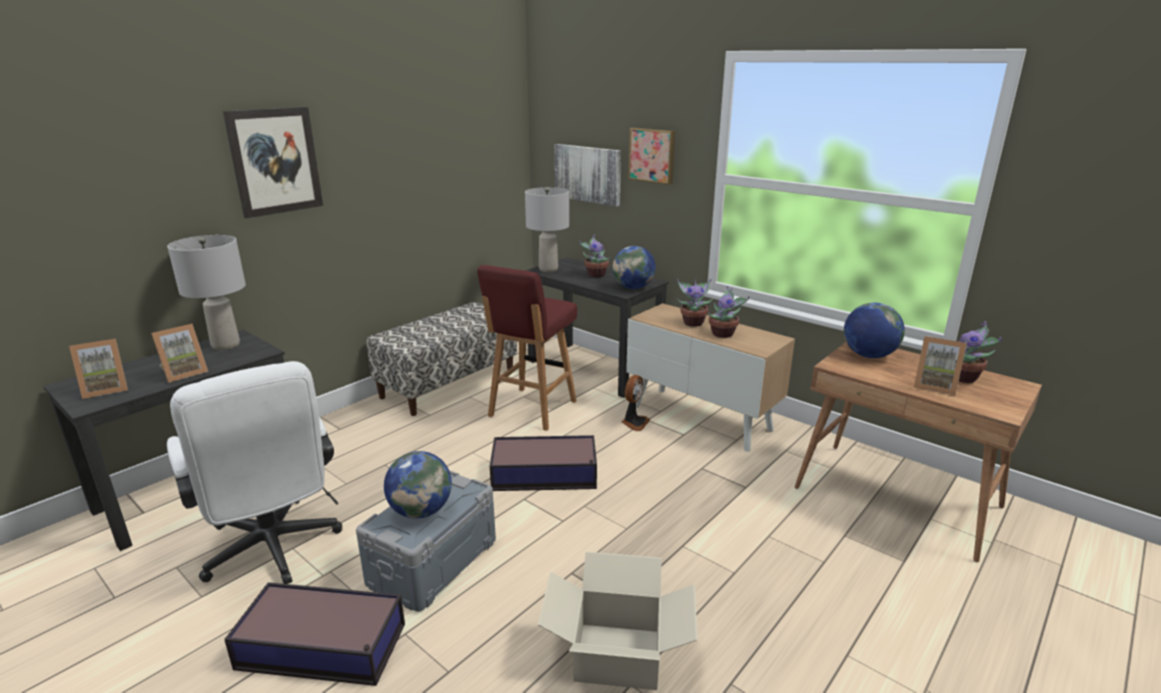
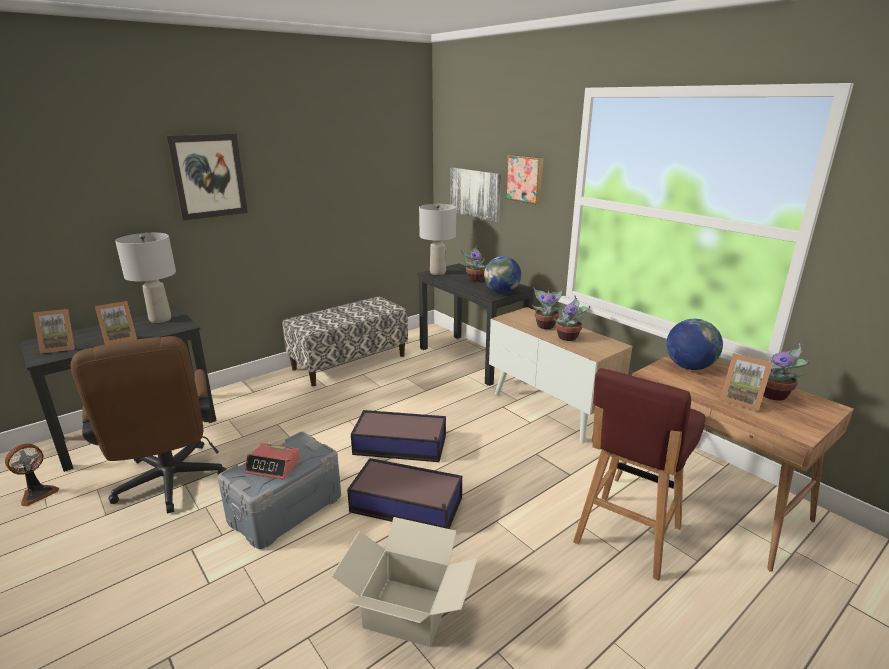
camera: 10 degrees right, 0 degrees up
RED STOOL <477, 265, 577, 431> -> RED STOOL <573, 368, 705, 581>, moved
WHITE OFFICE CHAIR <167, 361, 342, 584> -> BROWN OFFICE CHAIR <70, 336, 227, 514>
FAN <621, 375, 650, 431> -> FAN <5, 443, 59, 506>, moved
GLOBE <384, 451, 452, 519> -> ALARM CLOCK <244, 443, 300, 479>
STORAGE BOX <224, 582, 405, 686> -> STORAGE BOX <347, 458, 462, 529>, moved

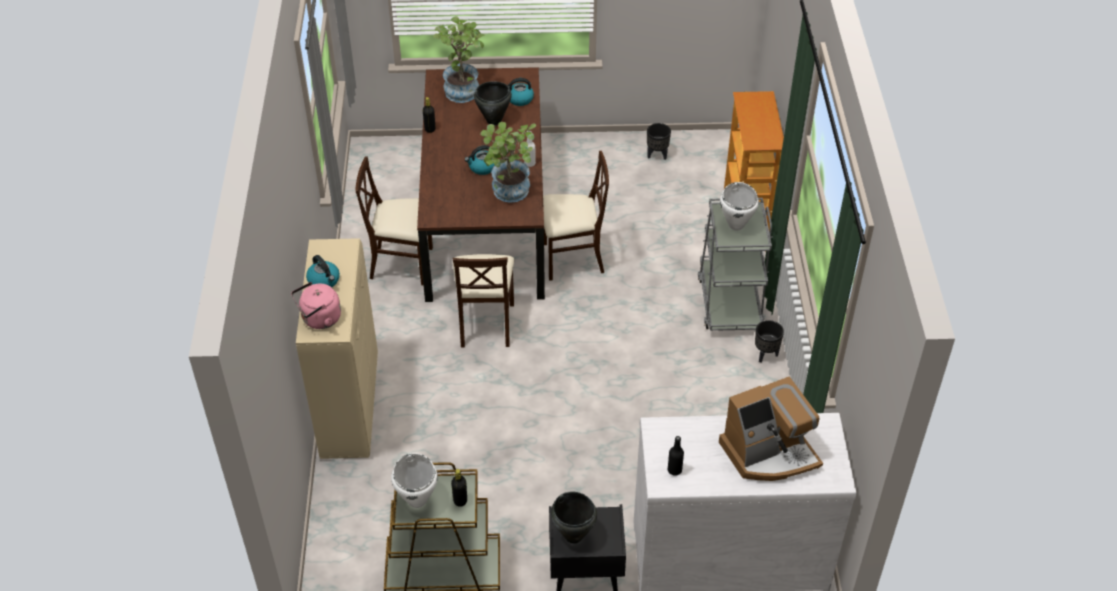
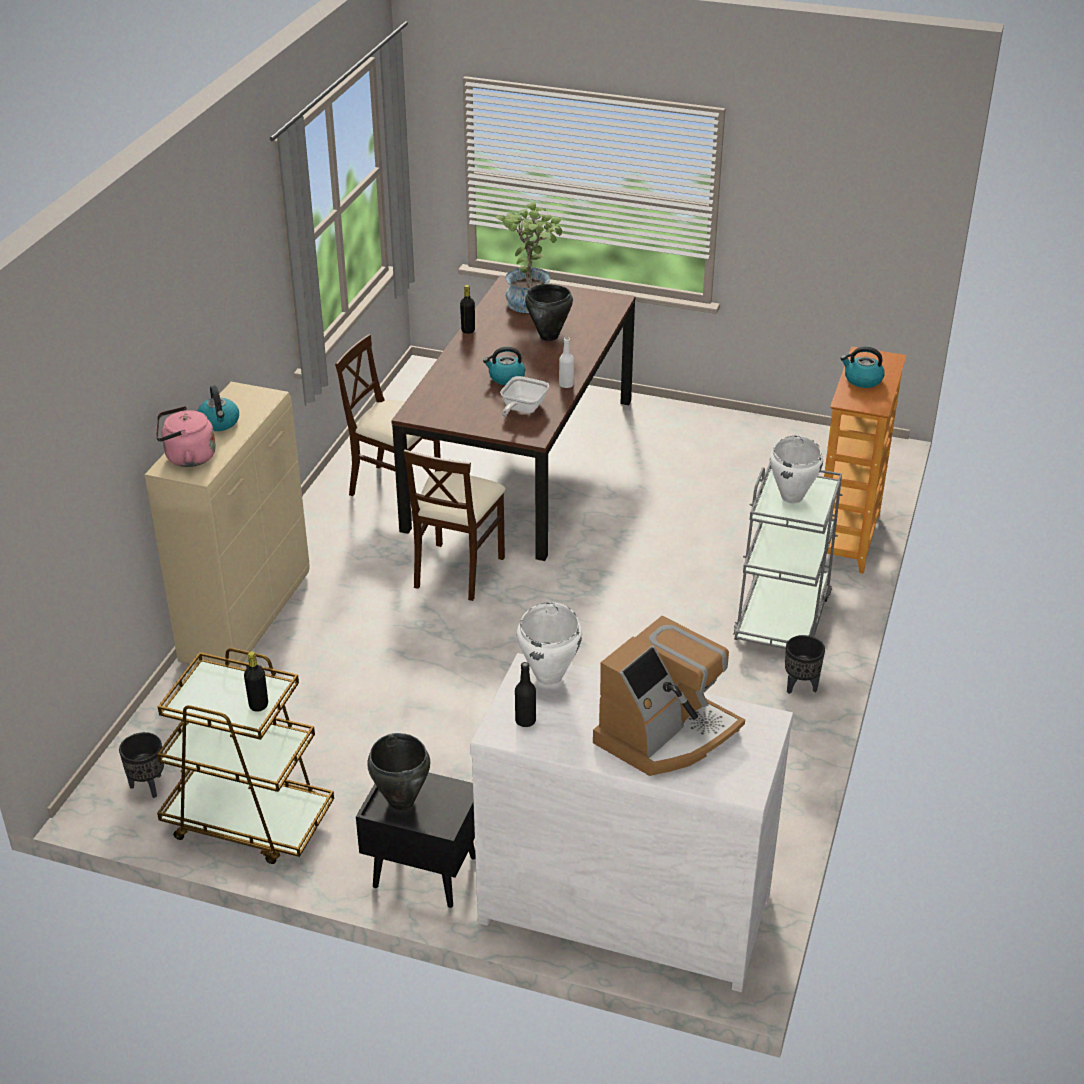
camera: 20 degrees right, 10 degrees down
KETTLE <508, 78, 534, 106> -> KETTLE <840, 347, 885, 388>, moved
POTTED PLANT <480, 122, 536, 203> -> FRYING PAN <500, 376, 549, 417>
BLACK PLANTER <647, 123, 671, 160> -> BLACK PLANTER <119, 732, 164, 798>, moved
BEIGE CHAIR <543, 151, 609, 281> -> none
COFFEE MACHINE <719, 377, 823, 481> -> COFFEE MACHINE <593, 616, 745, 776>, 45 degrees counterclockwise
WHITE COOKING POT <391, 453, 438, 508> -> WHITE COOKING POT <517, 602, 582, 685>, moved

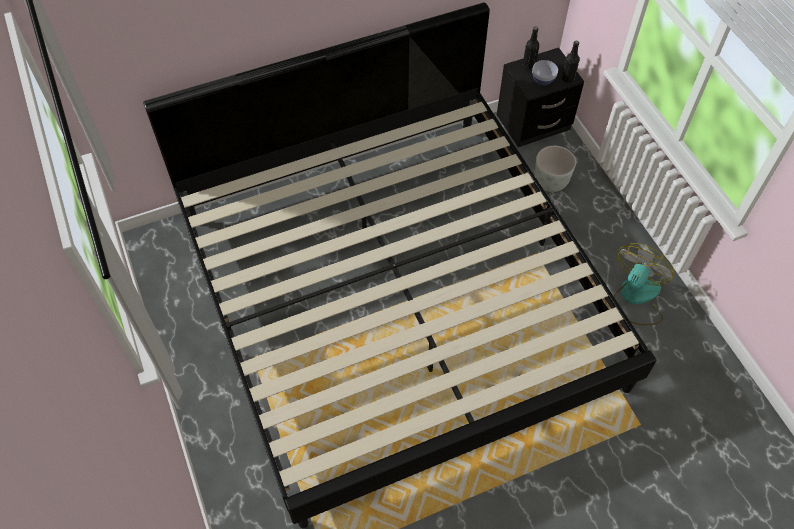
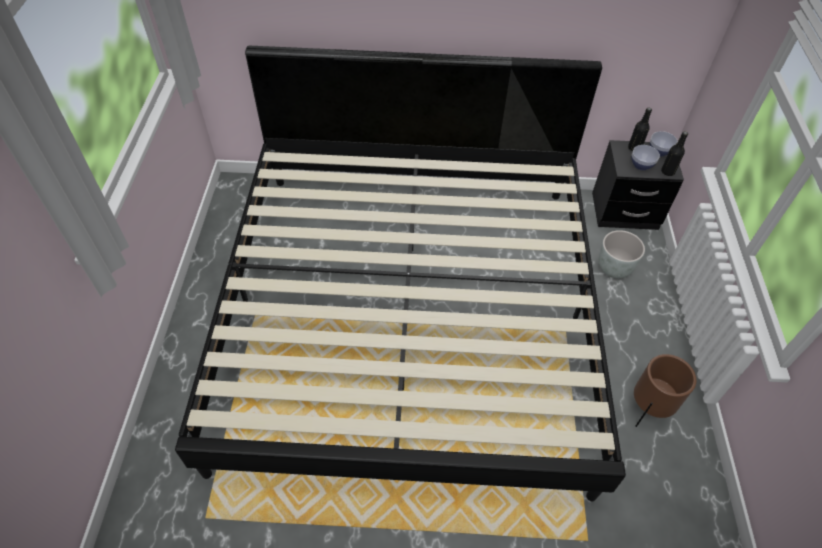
camera: 25 degrees right, 5 degrees down
FAN <614, 243, 673, 325> -> BROWN PLANTER <634, 354, 696, 427>
none -> BOWL <650, 131, 678, 156>

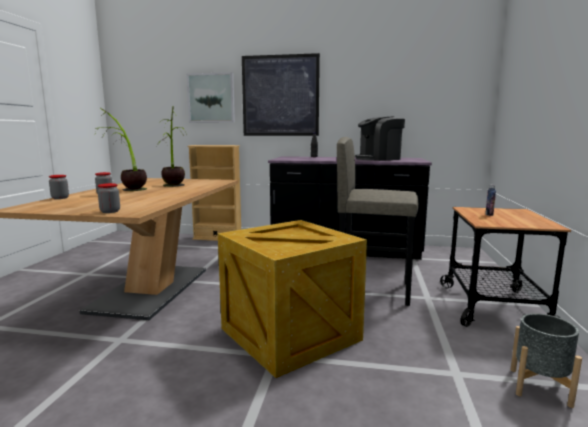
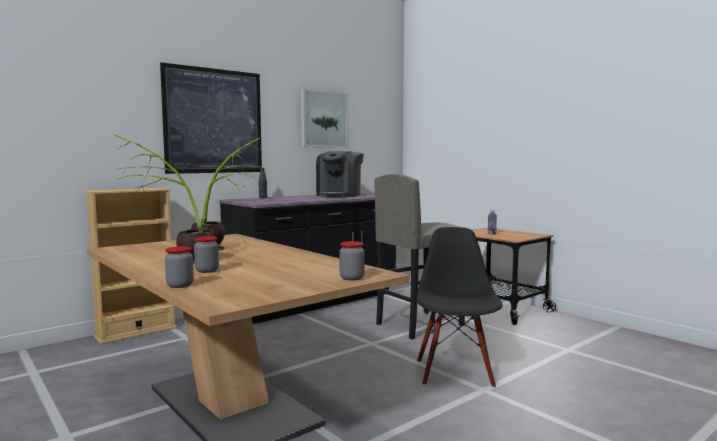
camera: 50 degrees left, 5 degrees down
PICTURE <186, 72, 235, 123> -> PICTURE <301, 88, 349, 148>, moved
CRATE <218, 220, 367, 378> -> BLACK CHAIR <416, 227, 503, 388>
GREY PLANTER <511, 313, 582, 408> -> none

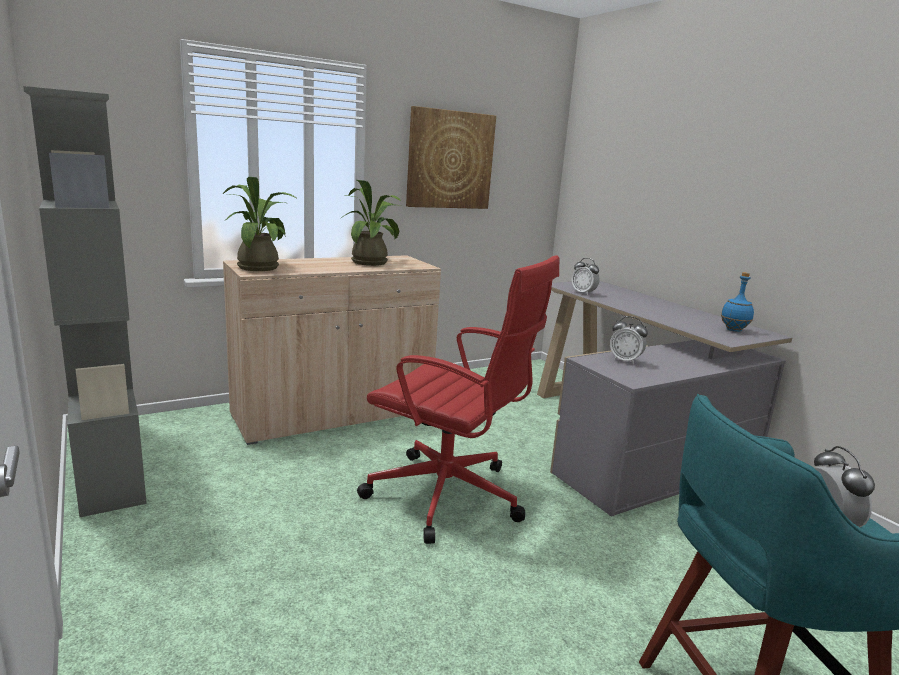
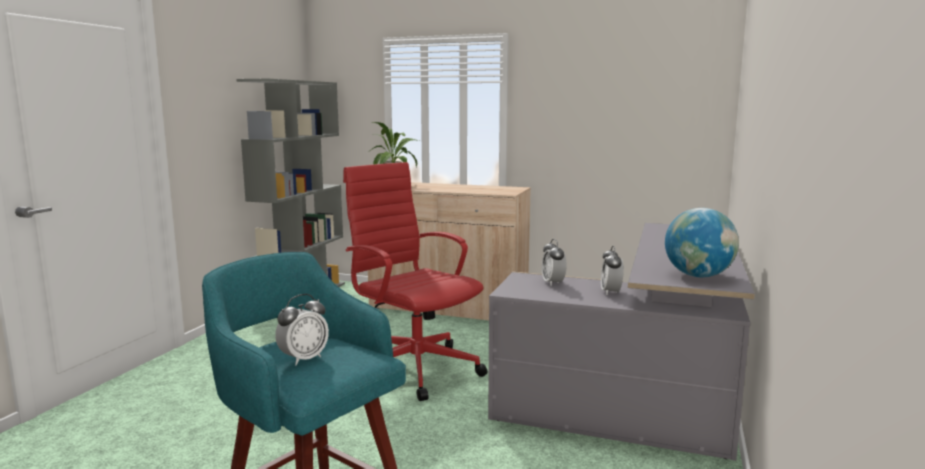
camera: 50 degrees right, 5 degrees down
PICTURE <406, 106, 496, 209> -> none
POTTED PLANT <341, 180, 401, 266> -> none
RED OFFICE CHAIR <357, 255, 560, 544> -> RED OFFICE CHAIR <343, 162, 488, 401>, 150 degrees clockwise
ALARM CLOCK <572, 258, 600, 295> -> ALARM CLOCK <601, 246, 624, 295>, moved
BLUE BOTTLE <721, 272, 754, 332> -> GLOBE <665, 208, 739, 277>

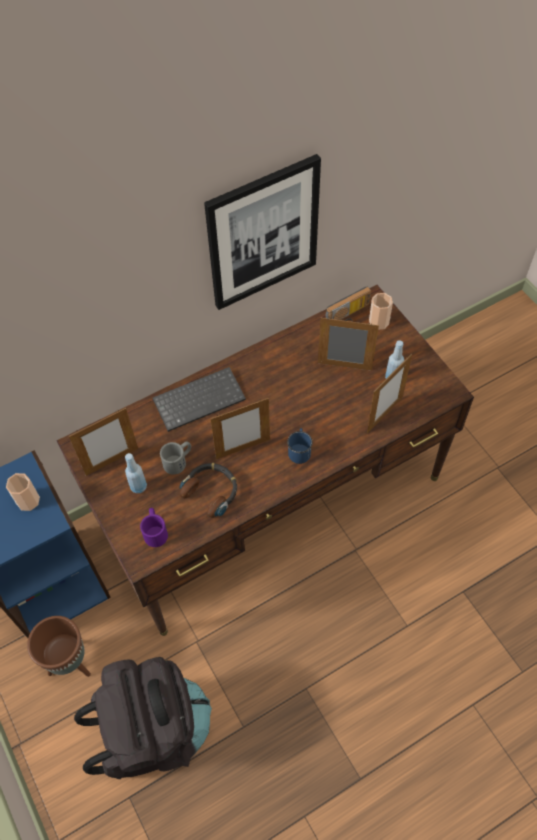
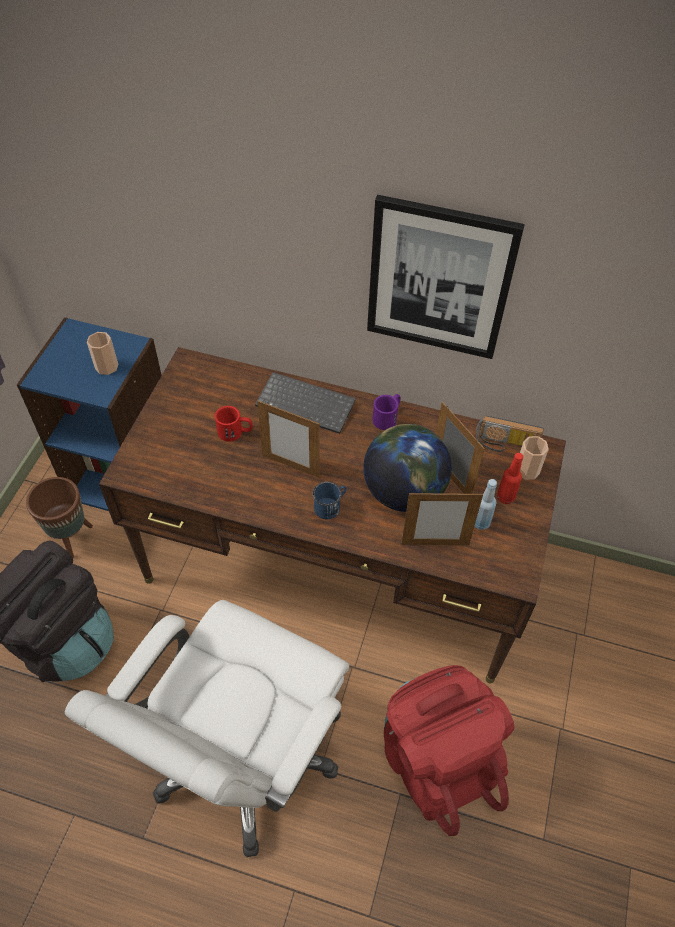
camera: 45 degrees right, 5 degrees down
PICTURE FRAME <69, 408, 138, 476> -> none
GREY MUG <160, 442, 191, 475> -> RED MUG <215, 406, 253, 442>
BLUE BOTTLE <125, 453, 147, 493> -> none
HEADPHONES <180, 463, 237, 518> -> none
PURPLE MUG <140, 508, 168, 547> -> PURPLE MUG <372, 394, 401, 430>, moved
none -> GLOBE <363, 424, 452, 512>
none -> RED BOTTLE <497, 453, 523, 504>
none -> WHITE OFFICE CHAIR <65, 600, 349, 857>
none -> RED BACKPACK <384, 665, 514, 836>

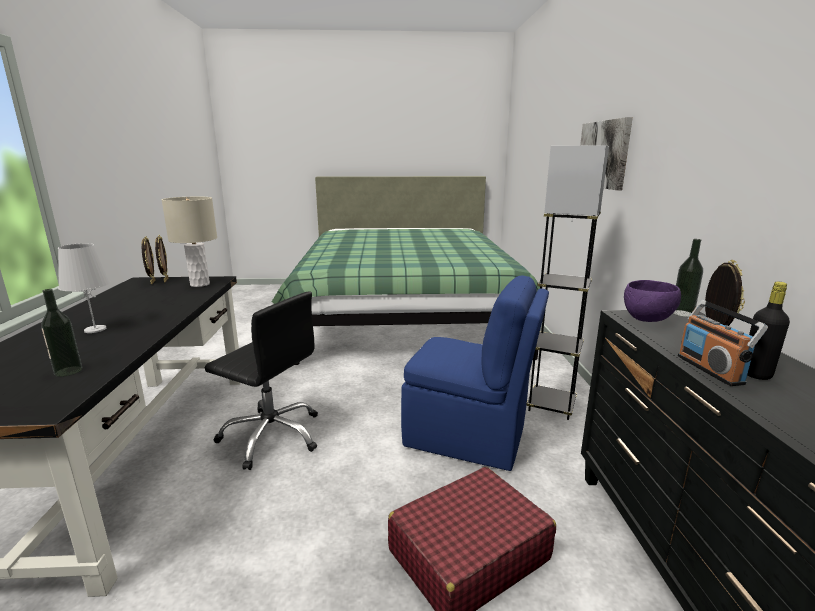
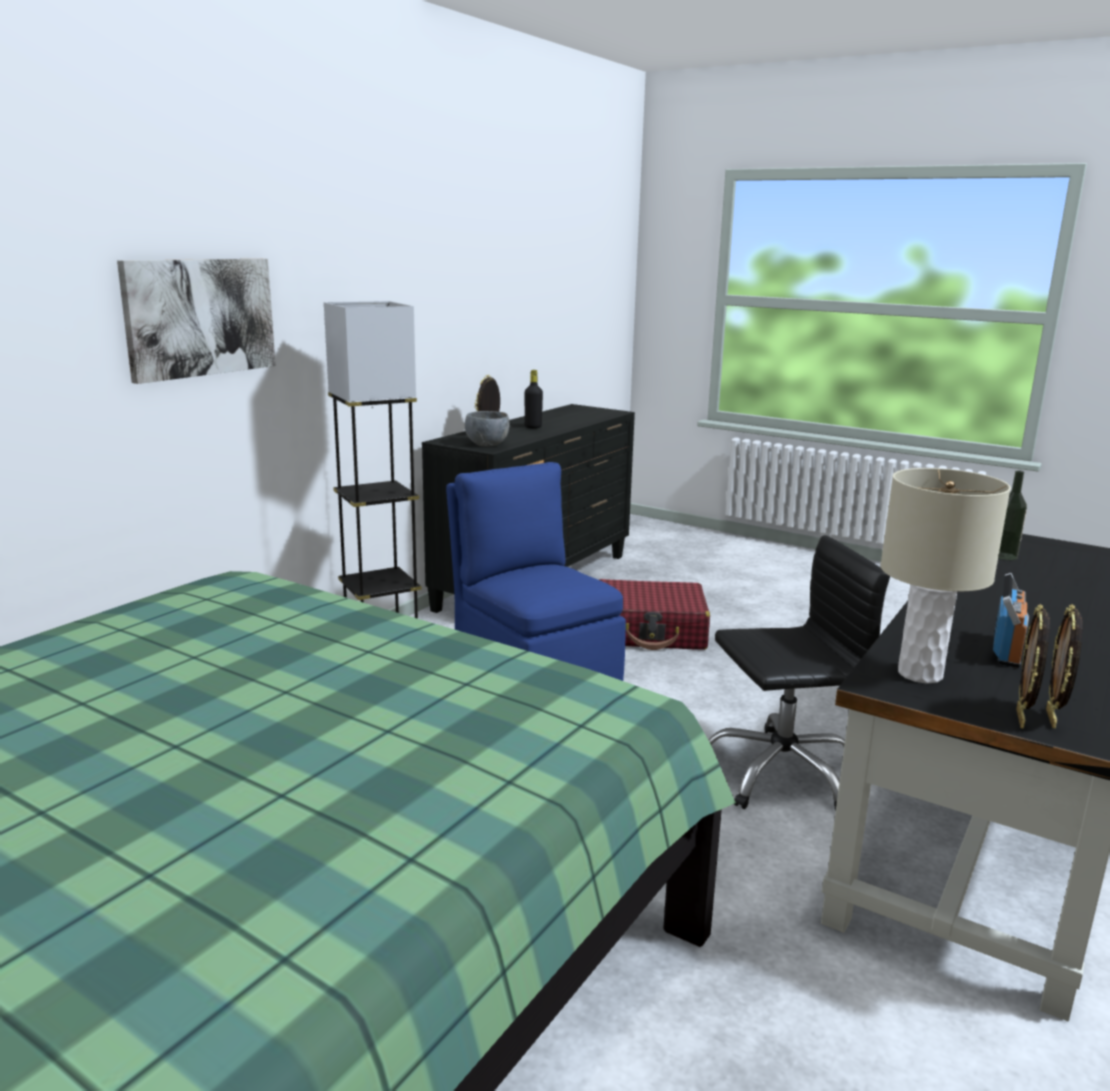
camera: 145 degrees left, 0 degrees up
BOTTLE <673, 239, 703, 317> -> none
WHITE TABLE LAMP <58, 243, 111, 333> -> none
PURPLE BOWL <624, 280, 681, 322> -> GREY BOWL <465, 411, 510, 447>
BLACK OFFICE CHAIR <205, 291, 318, 470> -> BLACK OFFICE CHAIR <708, 535, 890, 811>, 105 degrees clockwise
RADIO <678, 300, 768, 386> -> RADIO <993, 573, 1029, 668>, moved

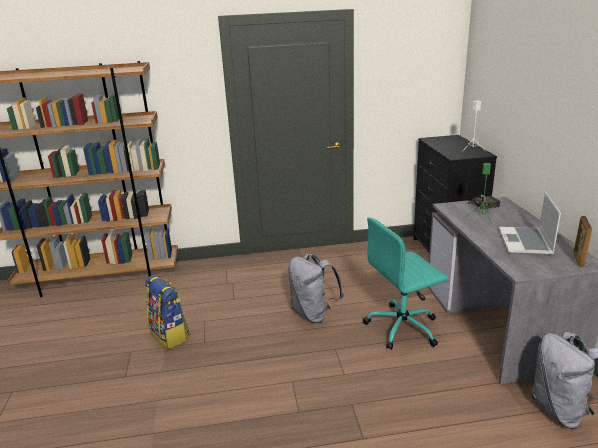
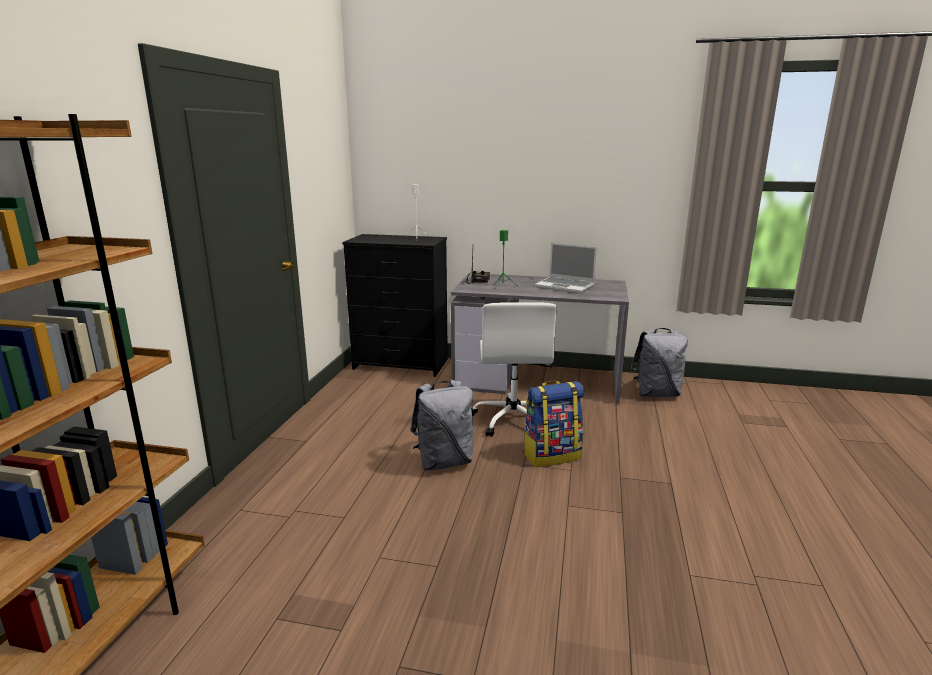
camera: 70 degrees left, 5 degrees down
PICTURE FRAME <573, 216, 592, 267> -> none
TURQUOISE OFFICE CHAIR <363, 218, 448, 350> -> WHITE OFFICE CHAIR <471, 302, 557, 437>
BACKPACK <145, 275, 189, 349> -> BACKPACK <523, 381, 584, 467>, moved

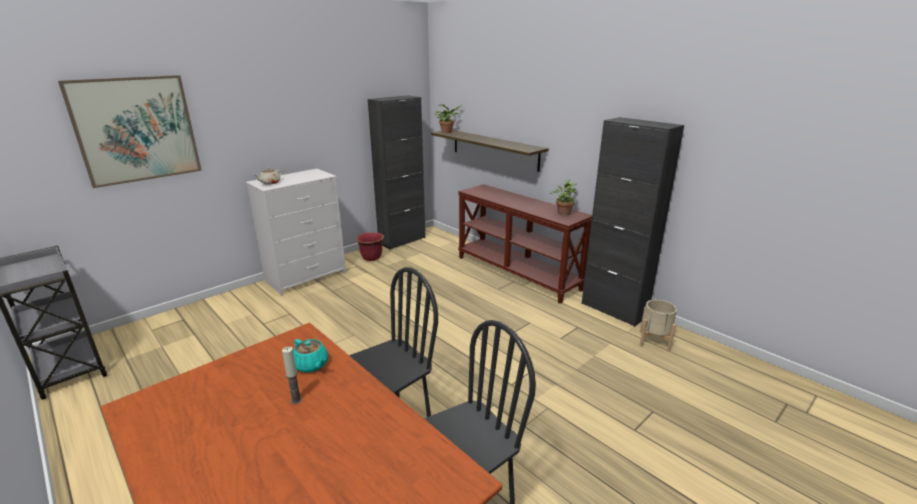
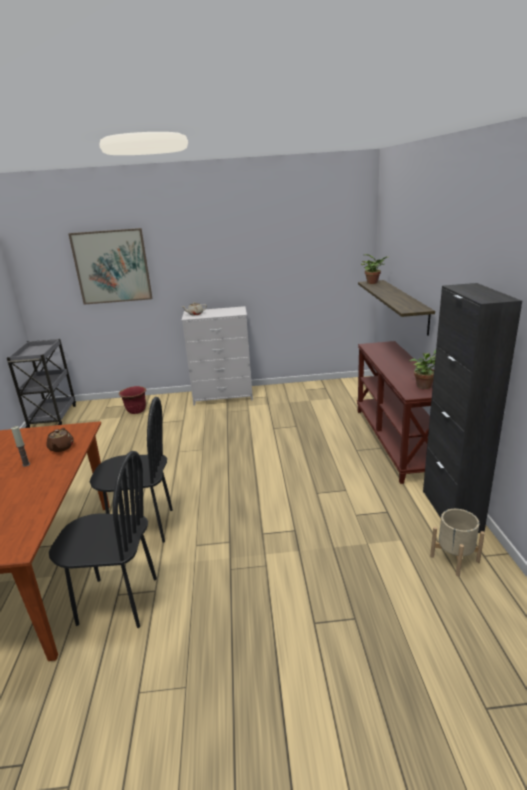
camera: 40 degrees right, 0 degrees up
BLACK CABINET <368, 95, 425, 250> -> none
RED PLANTER <356, 232, 384, 261> -> RED PLANTER <119, 386, 146, 414>, moved
TURQUOISE TEAPOT <293, 339, 328, 373> -> BROWN TEAPOT <46, 428, 74, 452>

